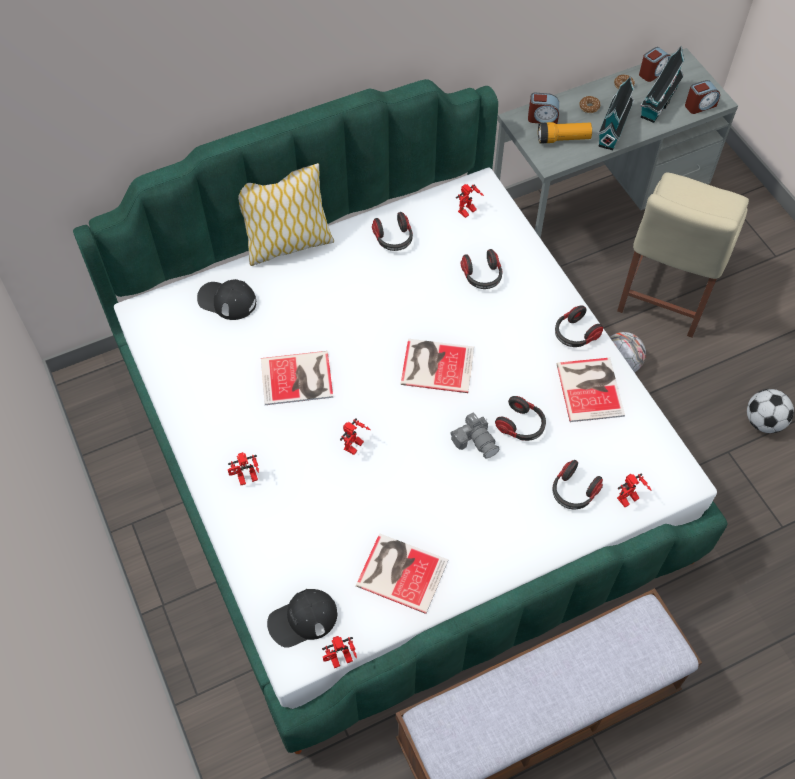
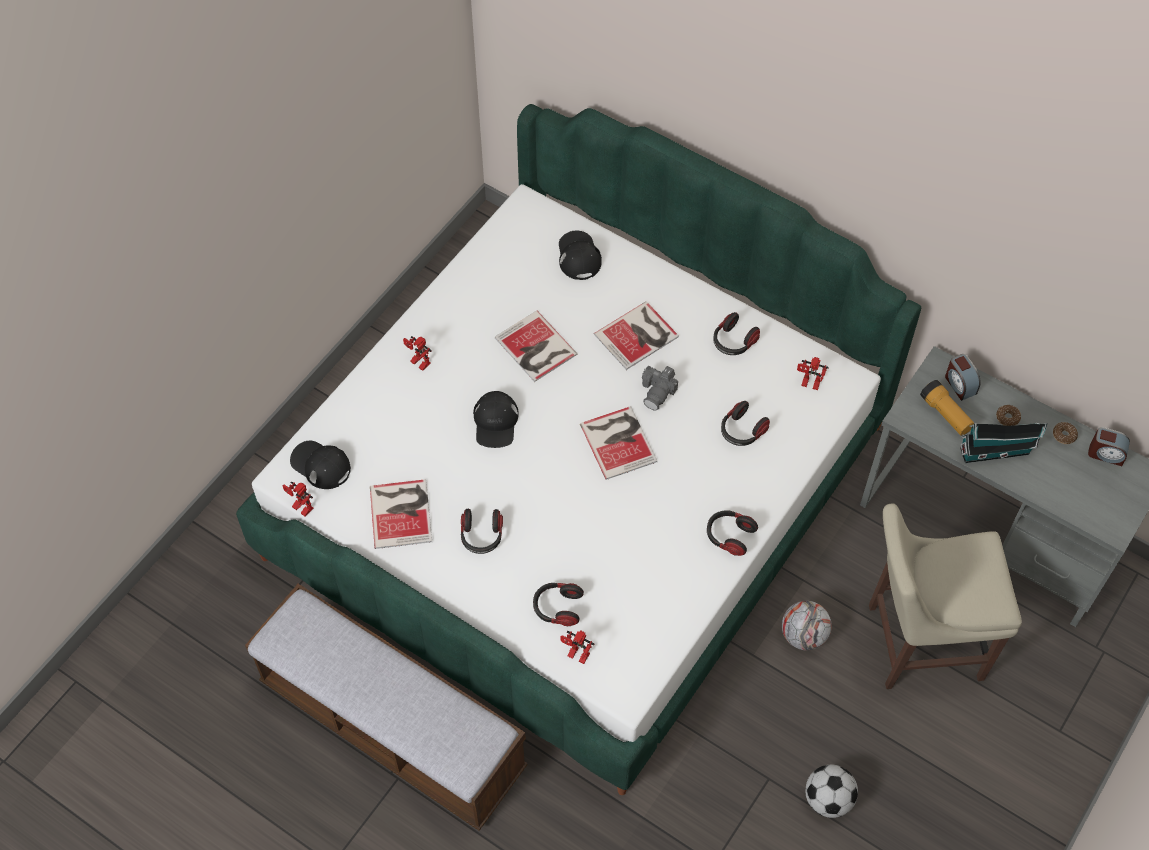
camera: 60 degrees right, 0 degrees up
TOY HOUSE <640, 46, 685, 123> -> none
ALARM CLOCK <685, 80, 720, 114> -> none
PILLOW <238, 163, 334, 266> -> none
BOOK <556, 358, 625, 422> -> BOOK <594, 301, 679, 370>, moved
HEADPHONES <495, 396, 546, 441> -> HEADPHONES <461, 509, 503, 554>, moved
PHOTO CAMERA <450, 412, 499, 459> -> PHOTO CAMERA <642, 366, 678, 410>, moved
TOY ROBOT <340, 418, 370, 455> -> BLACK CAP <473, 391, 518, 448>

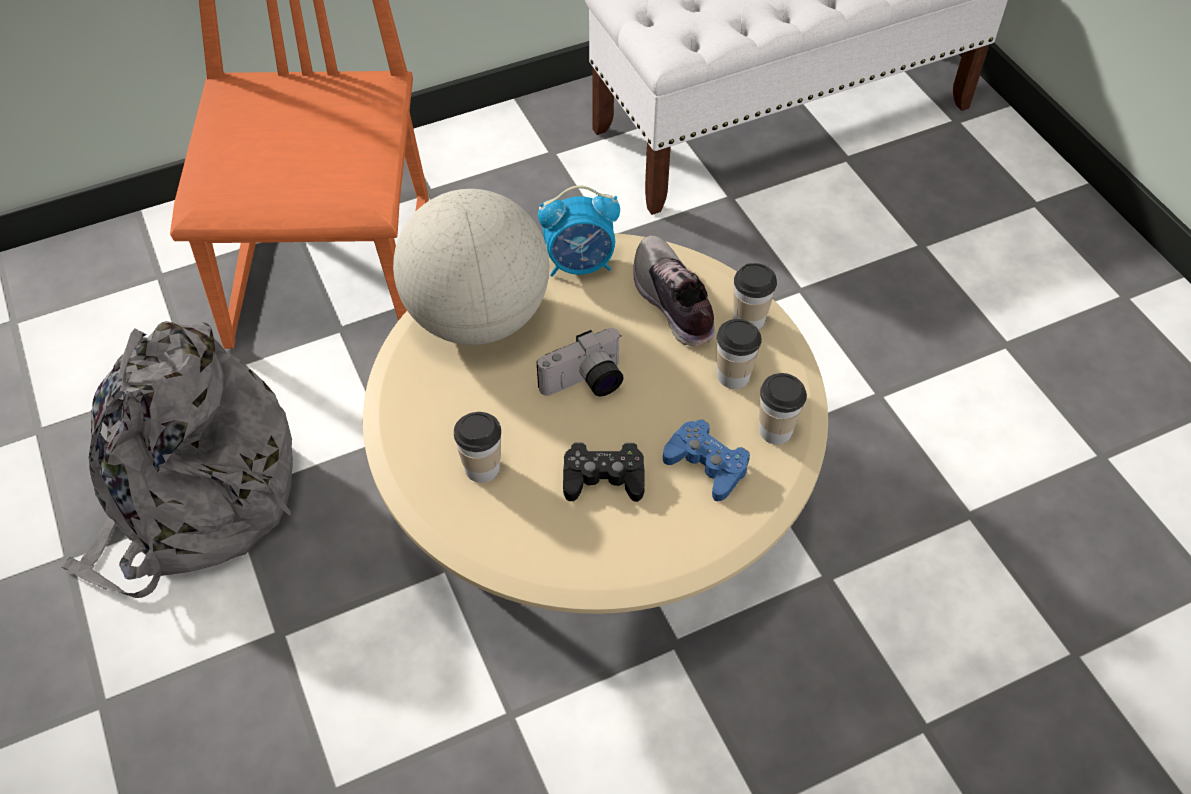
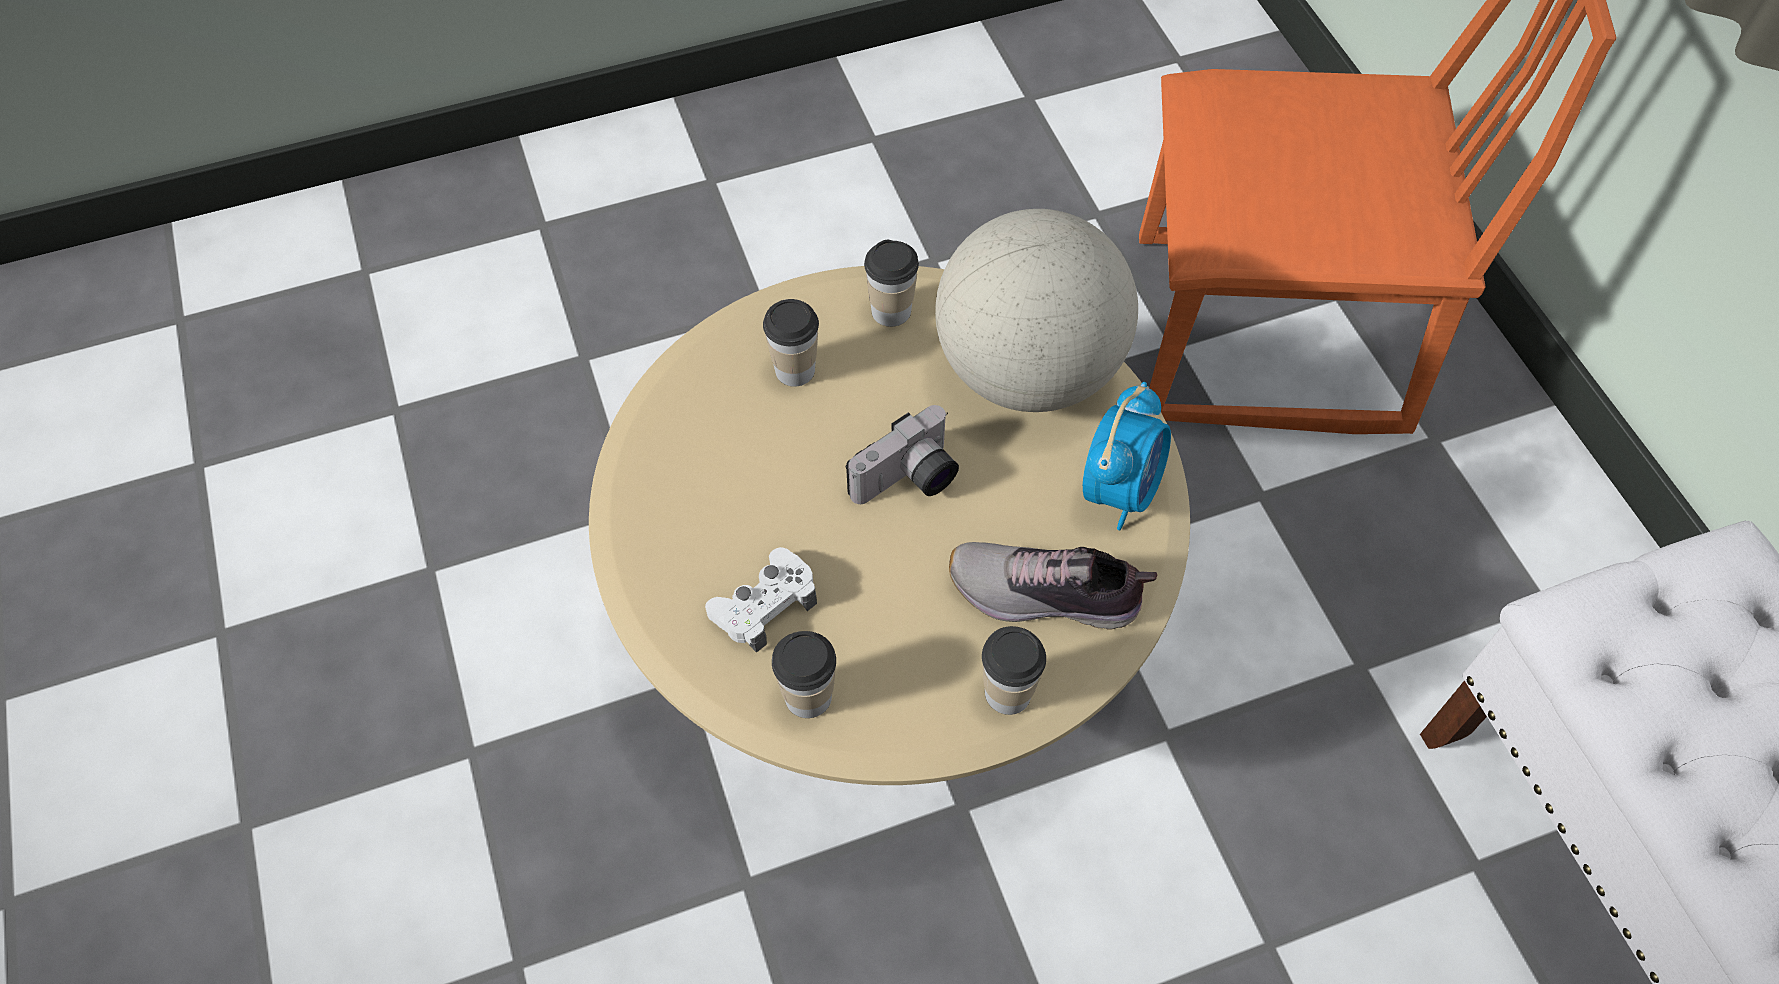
camera: 95 degrees right, 5 degrees up
ALARM CLOCK <538, 185, 620, 277> -> ALARM CLOCK <1083, 382, 1171, 530>, 150 degrees counterclockwise
SHOE <633, 235, 715, 346> -> SHOE <949, 542, 1157, 629>, 150 degrees counterclockwise
CUP <717, 319, 762, 389> -> CUP <864, 240, 919, 327>, moved
GREY BACKPACK <62, 321, 293, 598> -> none
PHOTO CAMERA <537, 328, 623, 396> -> PHOTO CAMERA <846, 405, 959, 504>, 105 degrees counterclockwise
BLUE GAME CONTROLLER <663, 419, 750, 501> -> WHITE GAME CONTROLLER <705, 547, 817, 653>
BLACK GAME CONTROLLER <563, 443, 645, 502> -> none

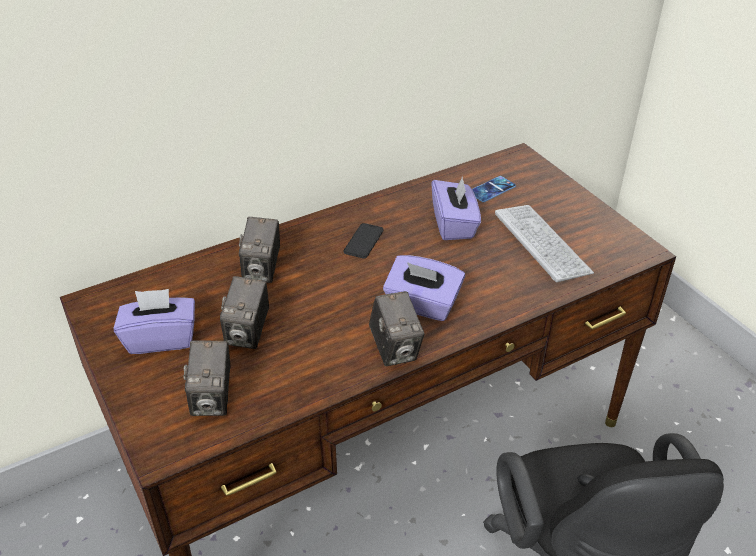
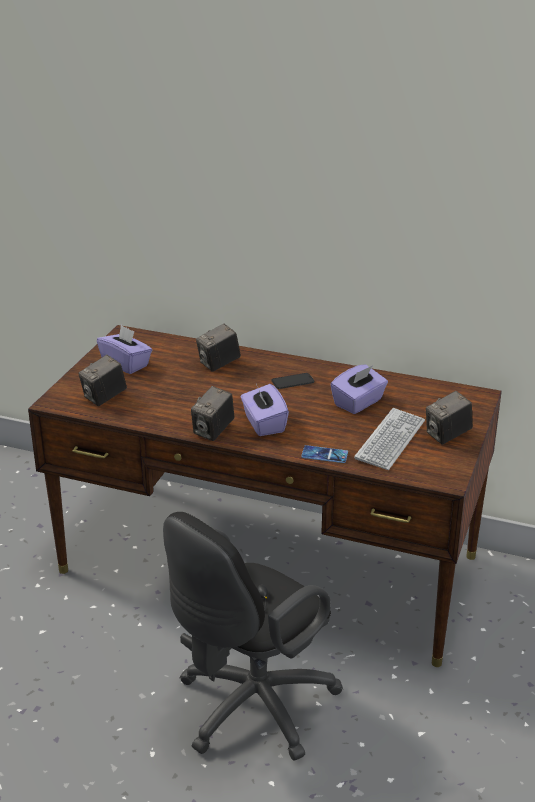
camera: 50 degrees right, 10 degrees down
PHONE <472, 176, 516, 202> -> PHONE <301, 445, 348, 463>, moved
PHOTO CAMERA <220, 276, 269, 349> -> PHOTO CAMERA <426, 391, 473, 445>, moved

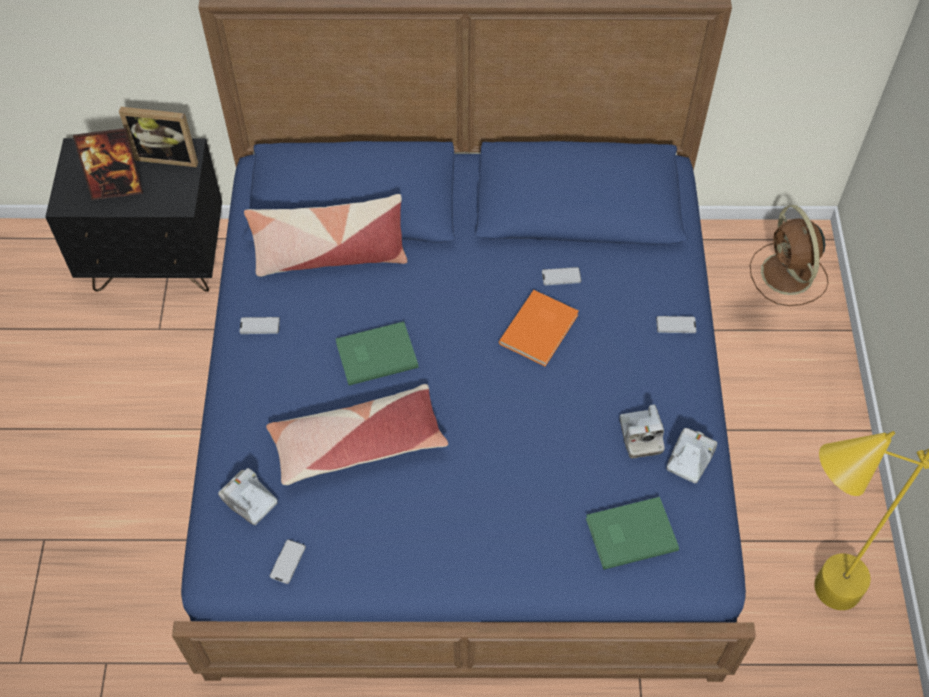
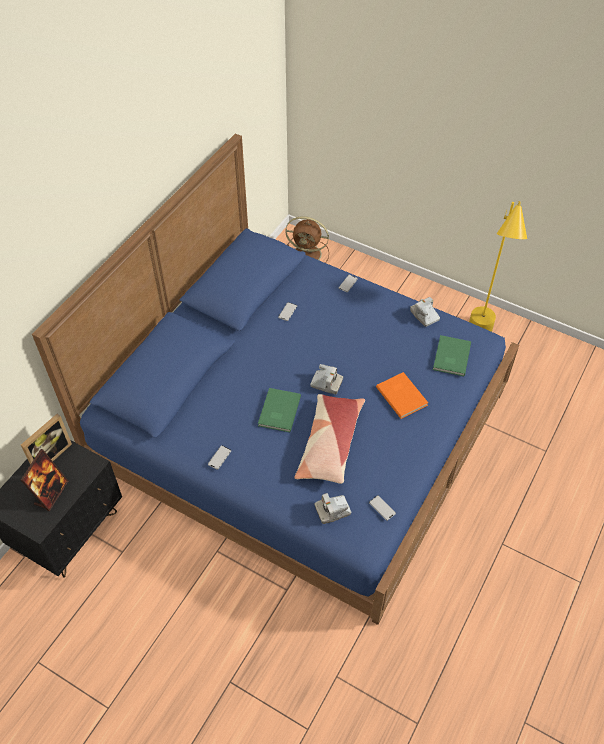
camera: 60 degrees left, 5 degrees down
PILLOW <244, 194, 407, 277> -> none
ORANGE BOOK <499, 290, 579, 366> -> ORANGE BOOK <376, 372, 428, 419>, moved
PHOTO CAMERA <620, 405, 665, 459> -> PHOTO CAMERA <310, 364, 343, 394>, moved

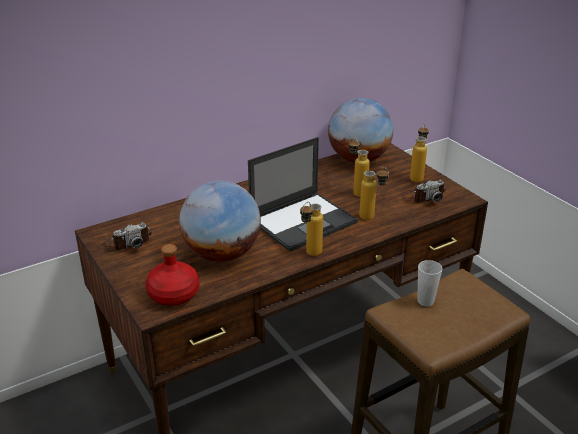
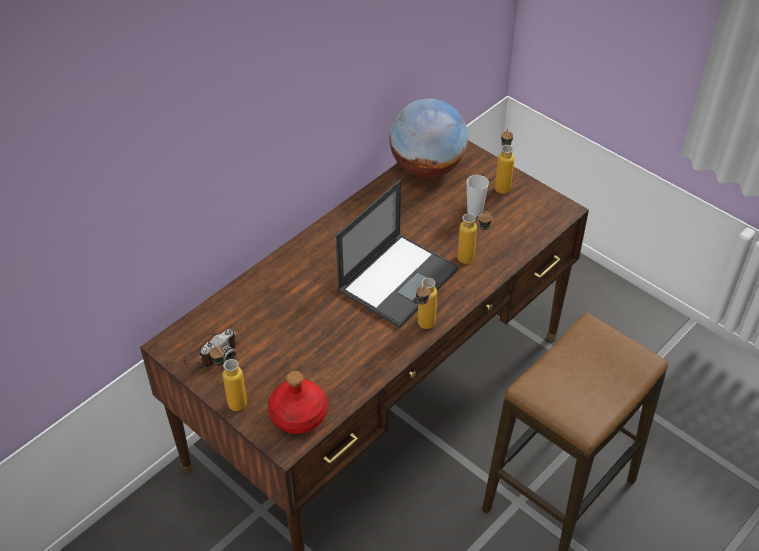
camera: 15 degrees left, 15 degrees up
BOTTLE <349, 137, 370, 197> -> BOTTLE <210, 345, 247, 411>, moved
PHOTO CAMERA <402, 180, 446, 203> -> none
GLOBE <179, 181, 261, 262> -> none
CUP <418, 260, 443, 307> -> CUP <467, 175, 489, 217>, moved

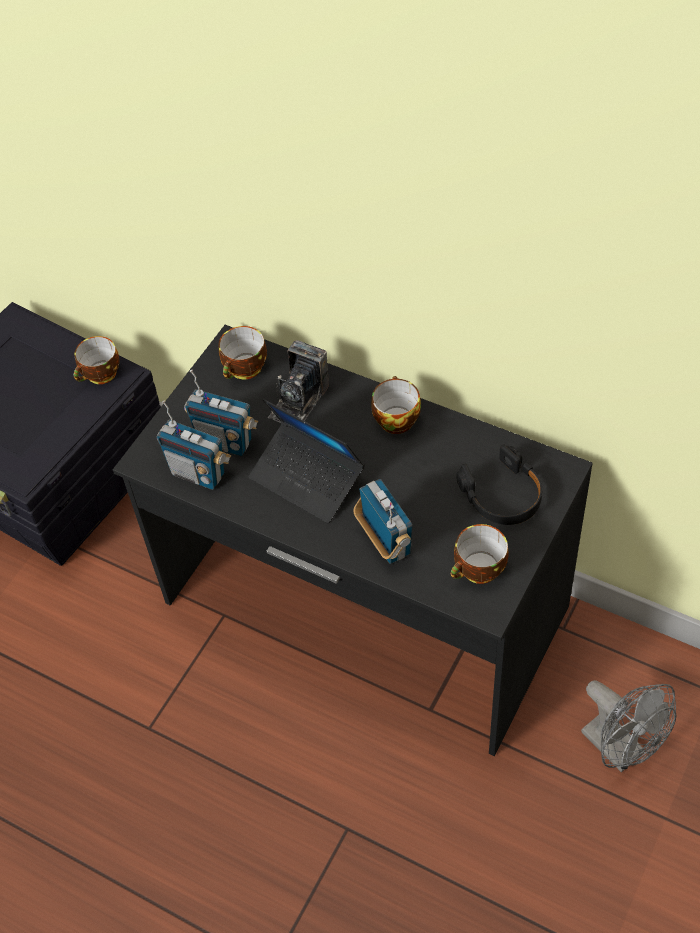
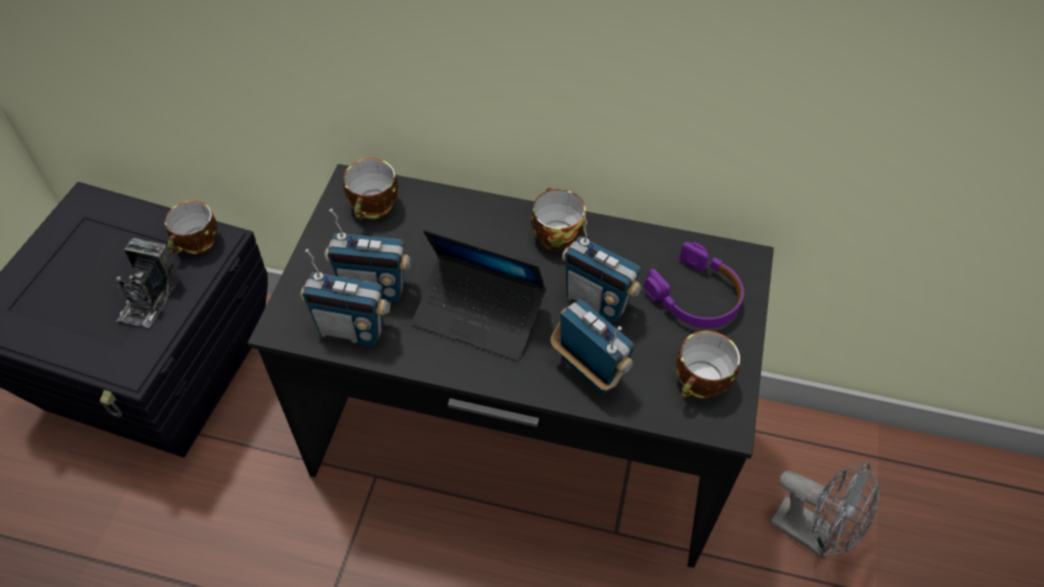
camera: 20 degrees left, 0 degrees up
PHOTO CAMERA <268, 340, 329, 423> -> PHOTO CAMERA <116, 238, 180, 328>, moved
BLACK HEADPHONES <456, 444, 542, 525> -> PURPLE HEADPHONES <644, 242, 744, 328>
none -> RADIO <562, 213, 643, 323>

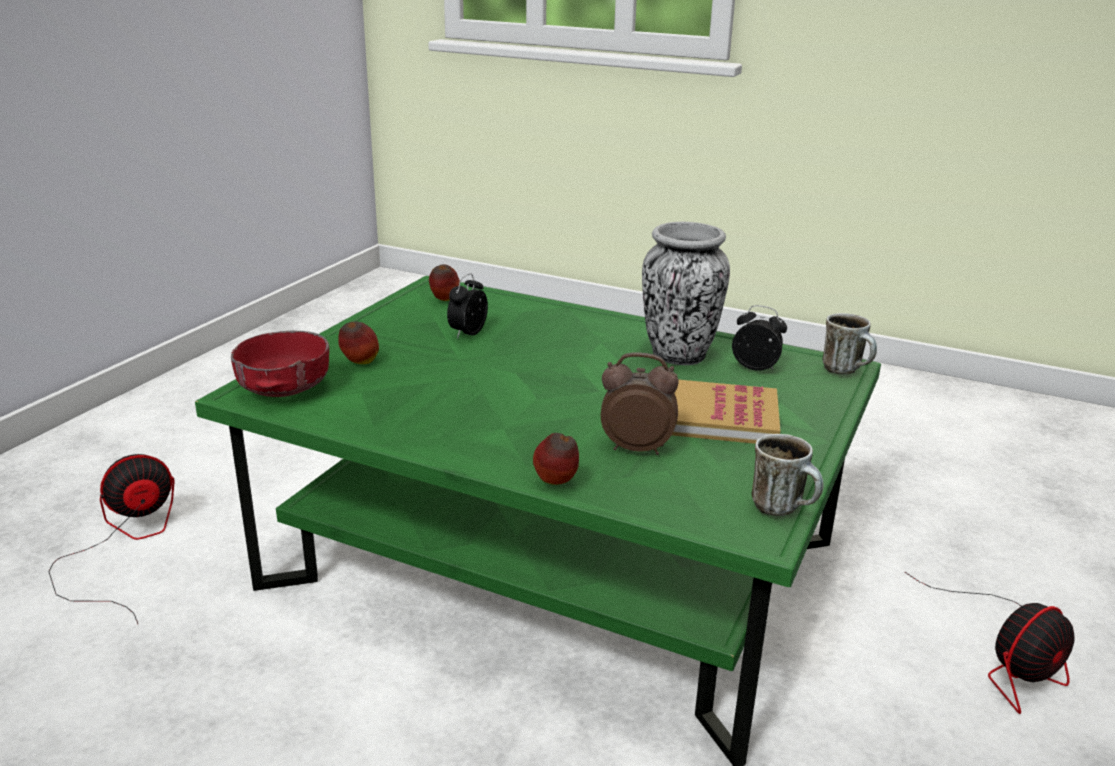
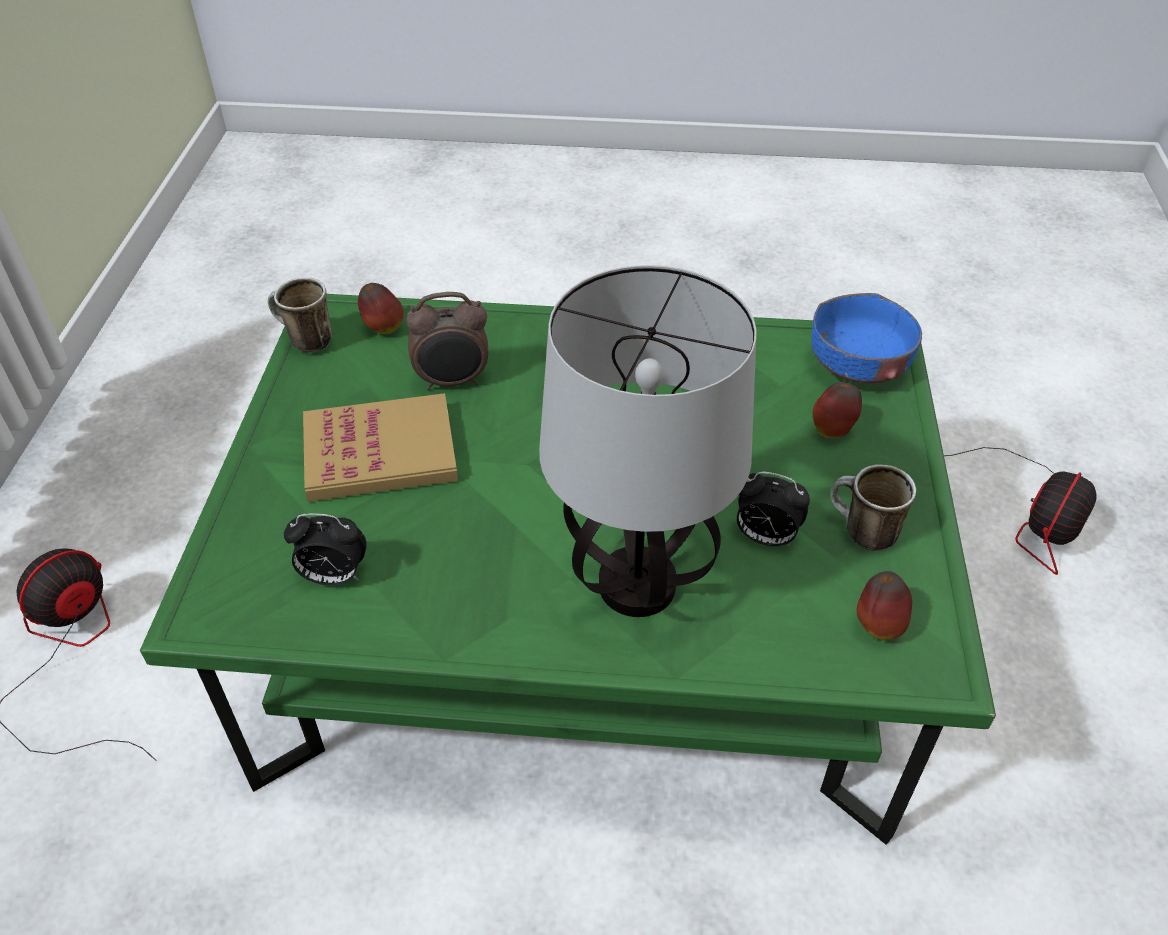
camera: 160 degrees right, 20 degrees up
VASE <642, 222, 730, 365> -> none
ALARM CLOCK <447, 273, 488, 339> -> ALARM CLOCK <737, 472, 810, 546>, 105 degrees clockwise
MUG <822, 313, 877, 375> -> MUG <830, 464, 916, 551>, moved
RED BOWL <231, 331, 329, 397> -> BLUE BOWL <811, 293, 922, 383>
APPLE <533, 433, 579, 485> -> APPLE <358, 283, 404, 334>, moved
none -> TABLE LAMP <539, 265, 757, 617>

